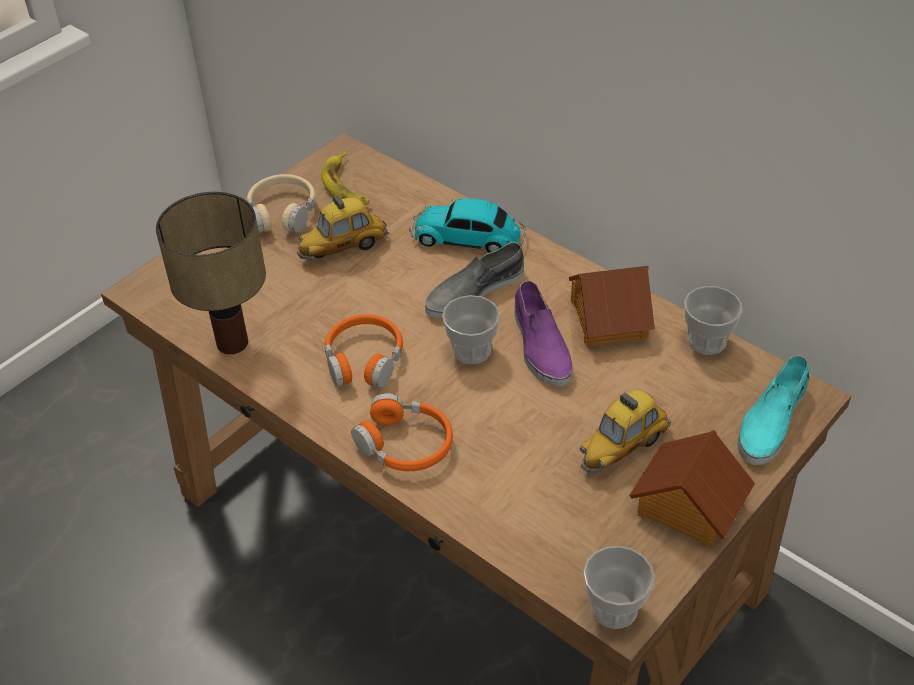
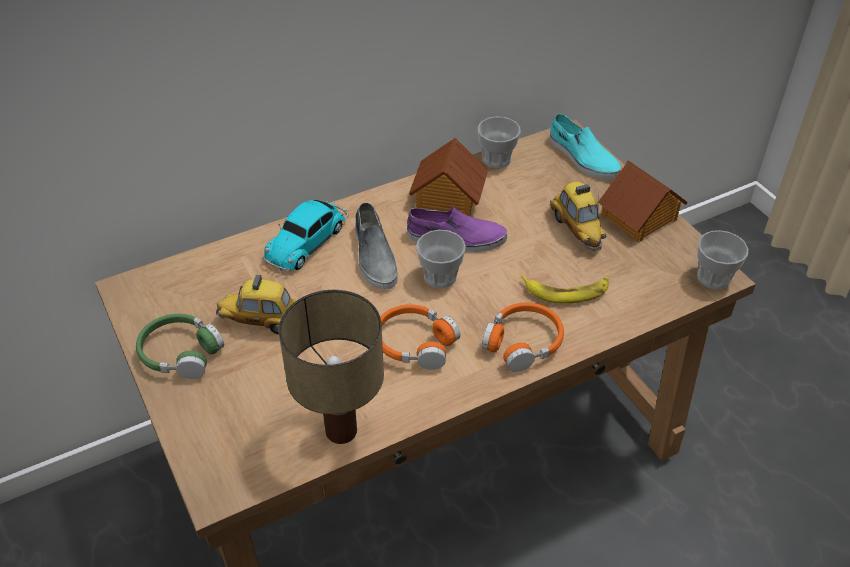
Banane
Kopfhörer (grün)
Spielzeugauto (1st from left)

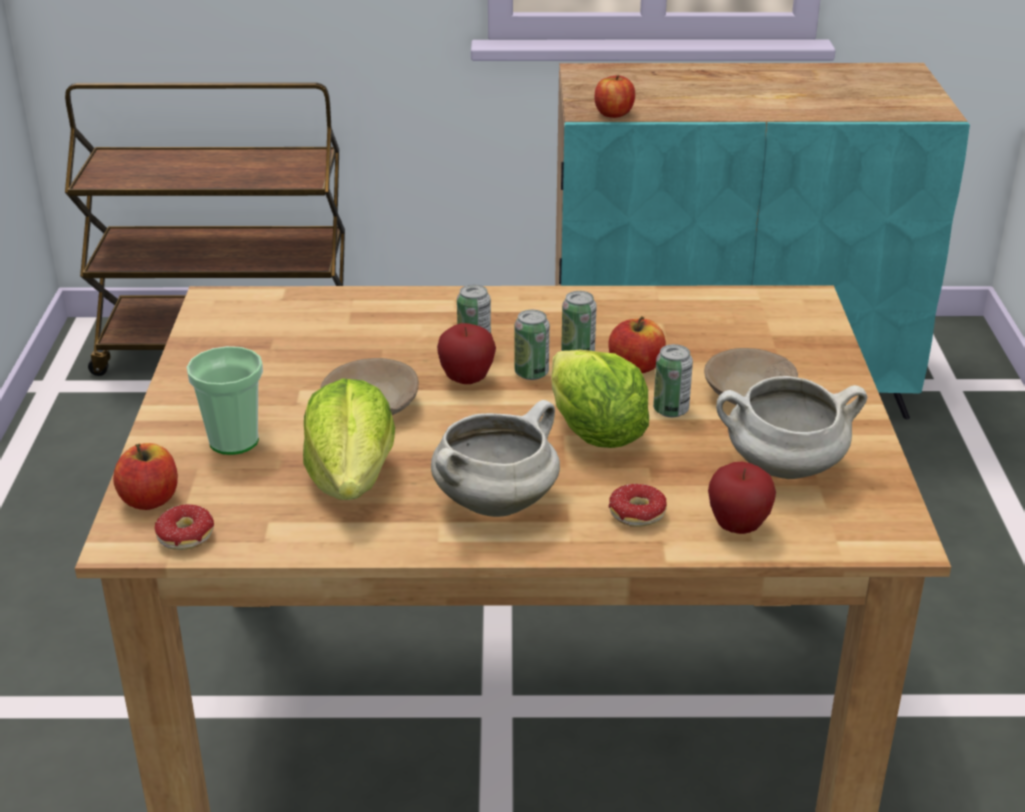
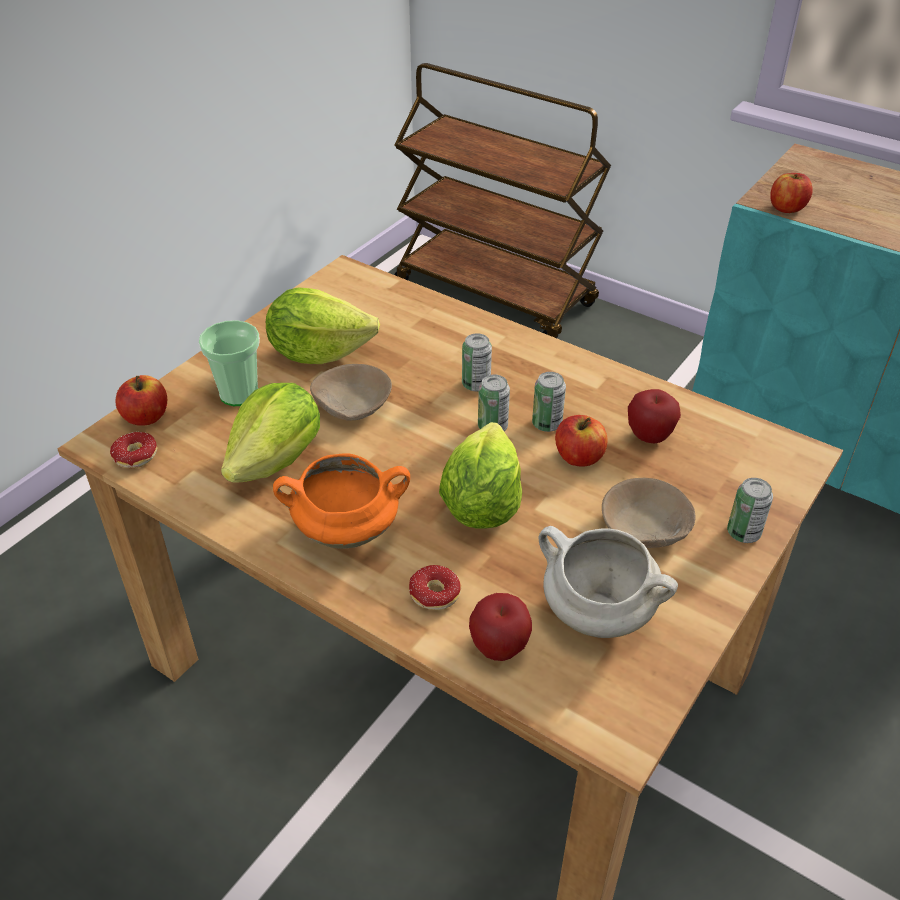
Salatkopf (2nd from left)
Apfel (4th from left)
Dose (4th from left)
Kochtopf (orange)

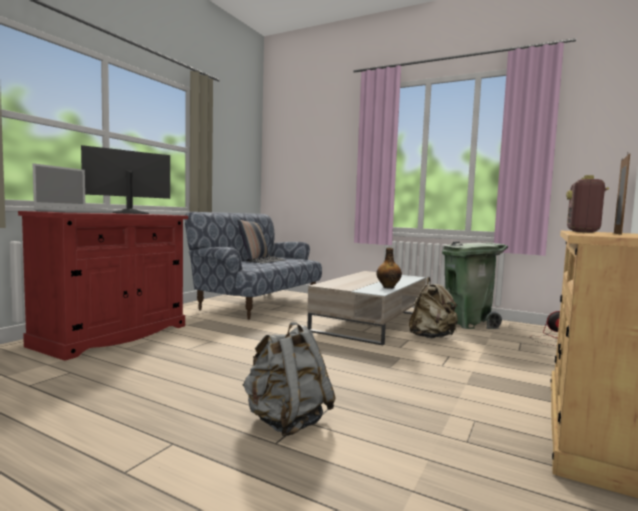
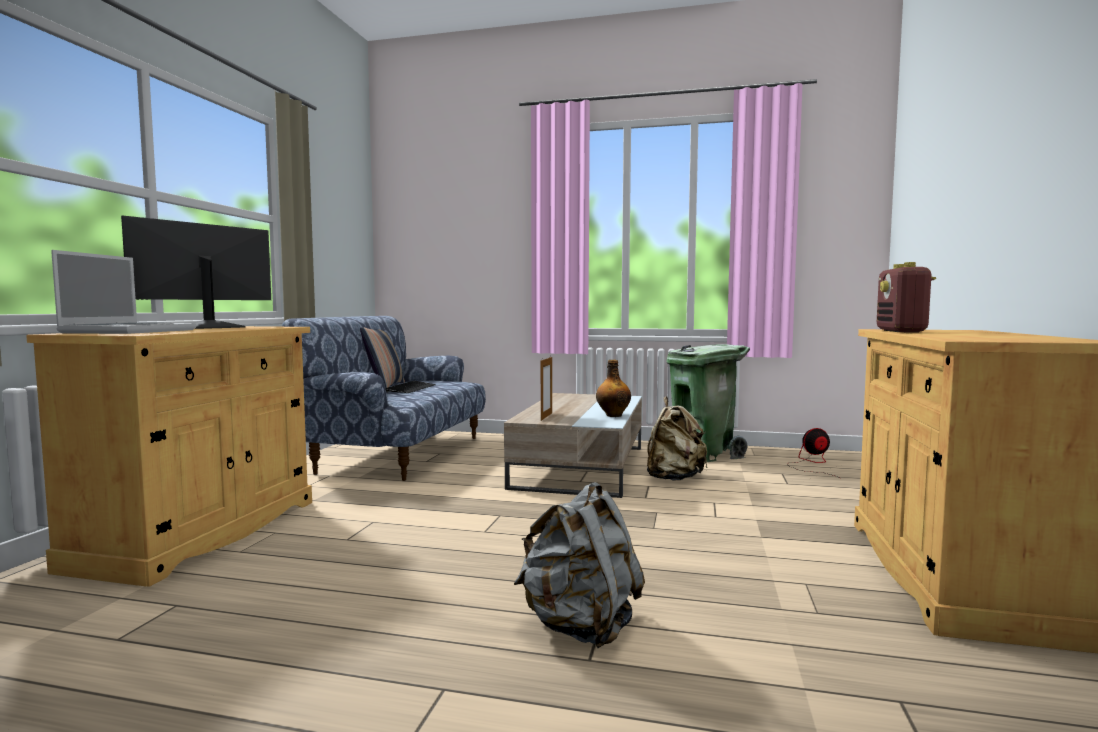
Bilderrahmen
Schrank (beige) (1st from left)

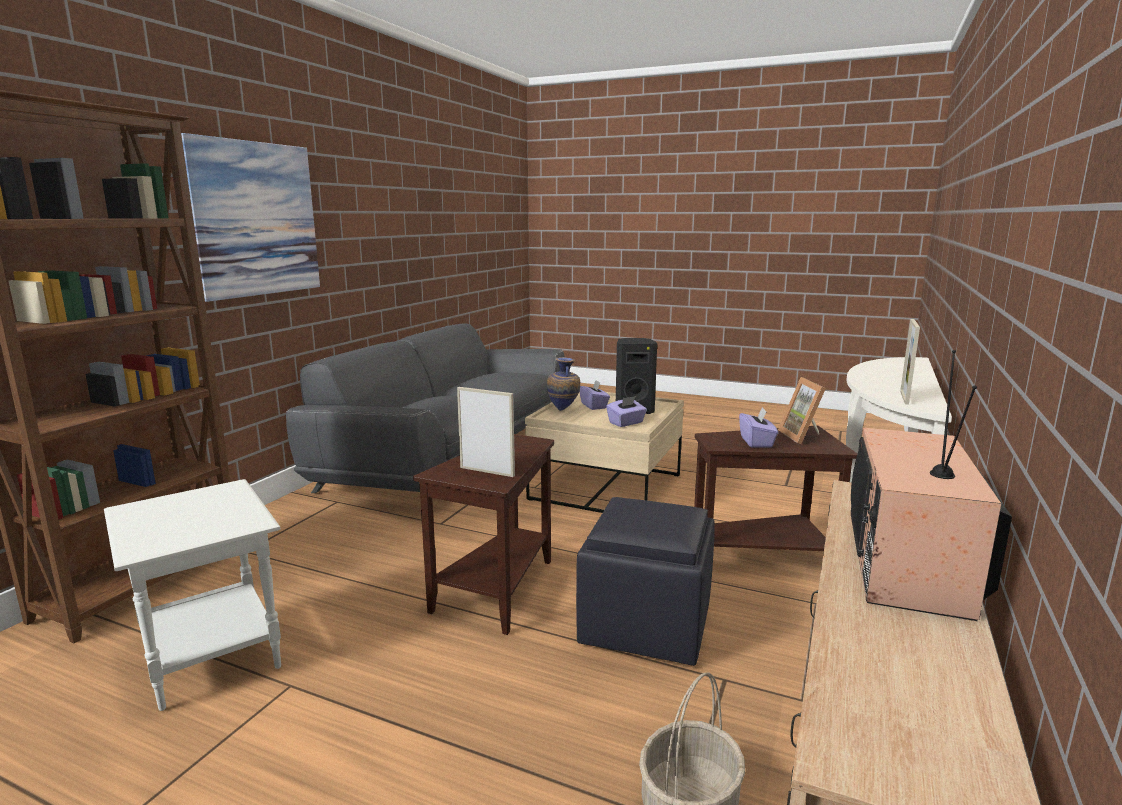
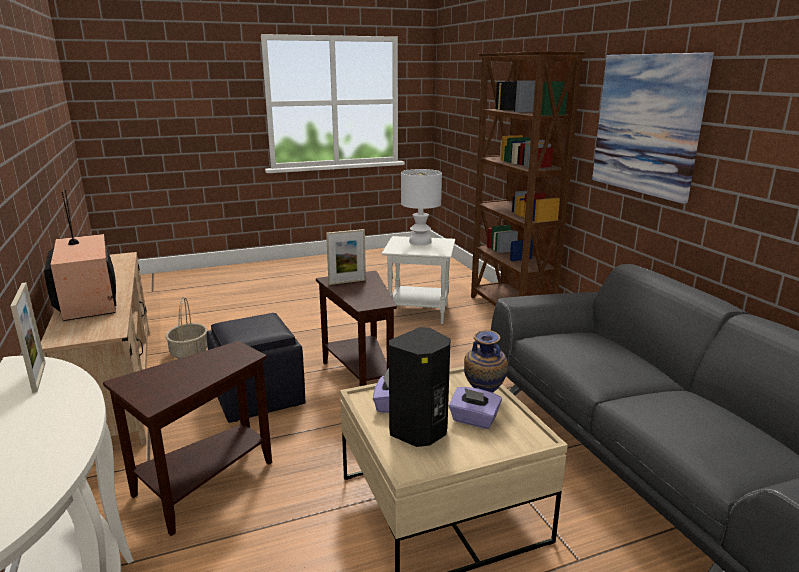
Taschentuchbox (lila) (3rd from left in the first image)
Bilderrahmen (2nd from left in the first image)
Tischlampe (weiß)

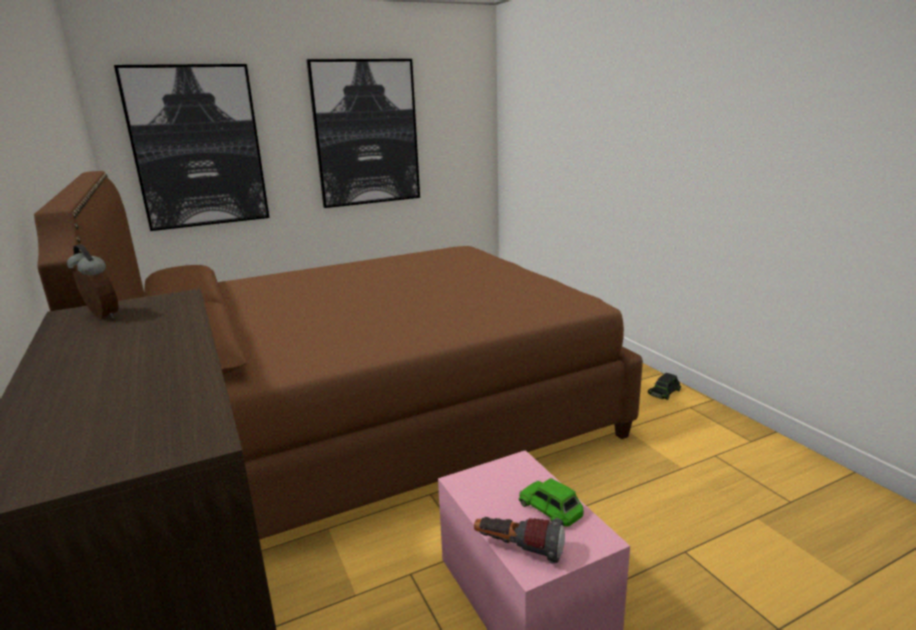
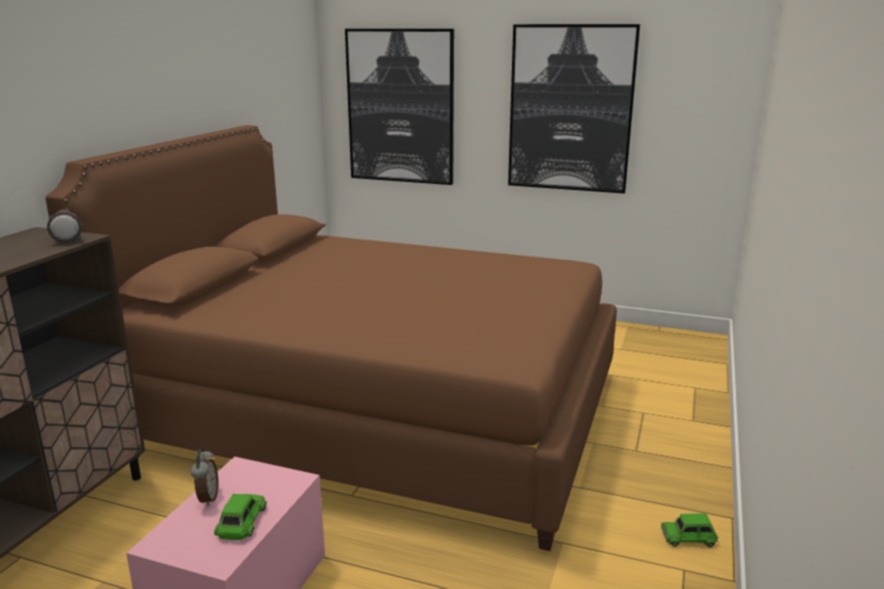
Wecker
Taschenlampe
Spielzeugauto (grün) (2nd from left)

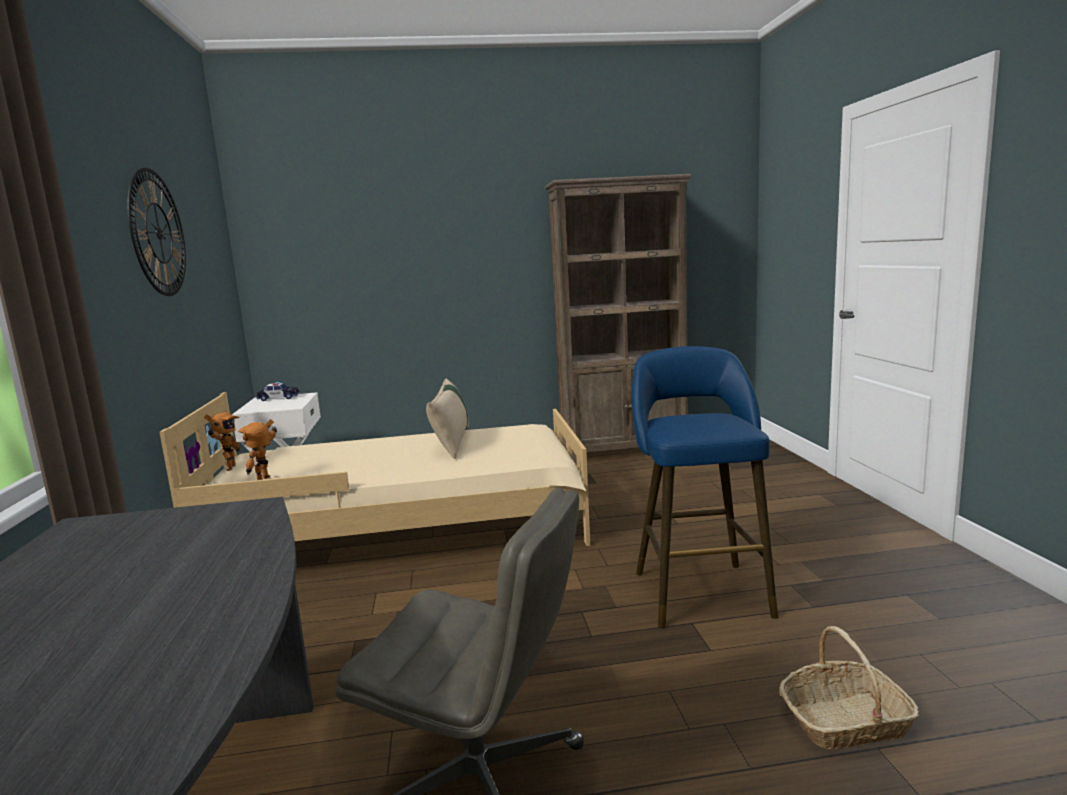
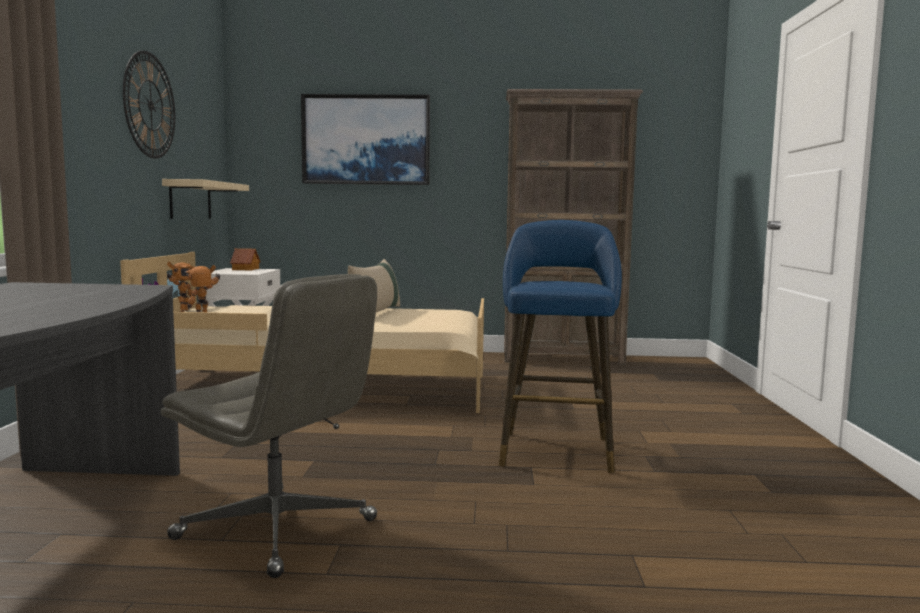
Korb
Wandregal (beige)
Bild
Spielzeughaus

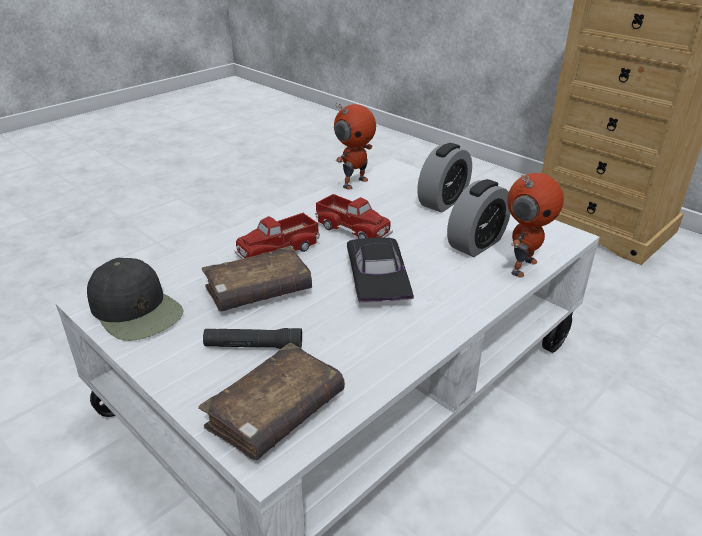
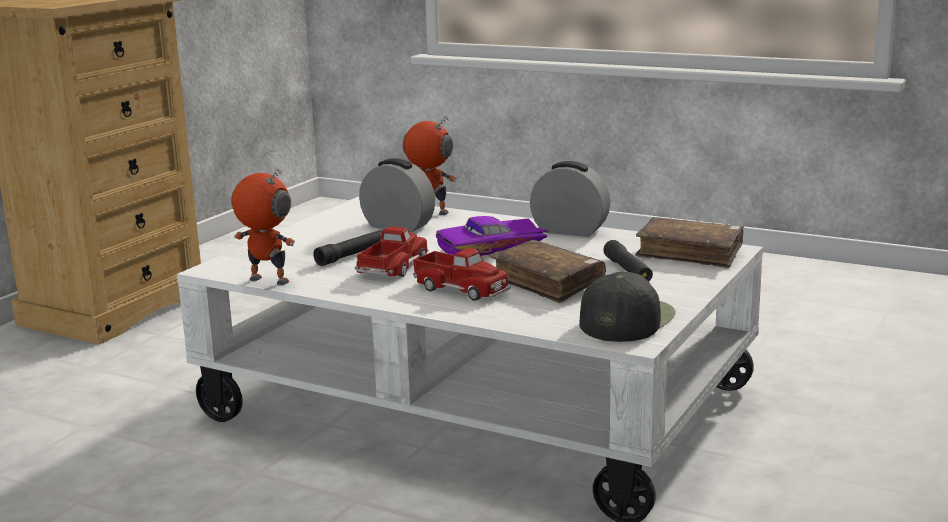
Taschenlampe (schwarz) (1st from left)
Wecker (2nd from left)
Spielzeugauto (lila)

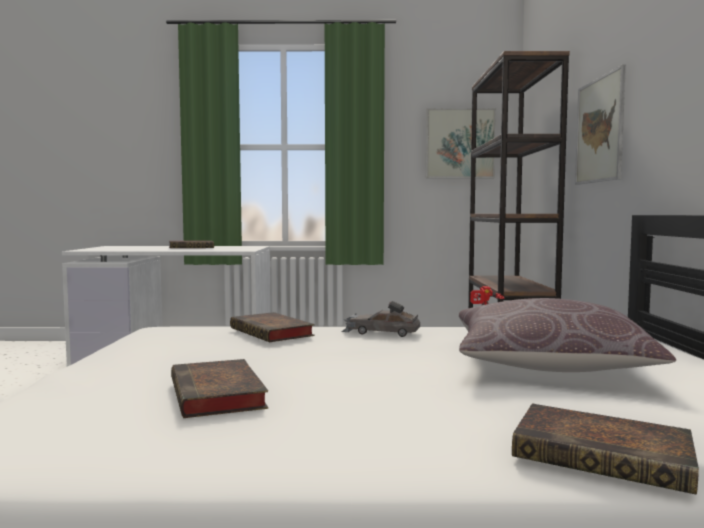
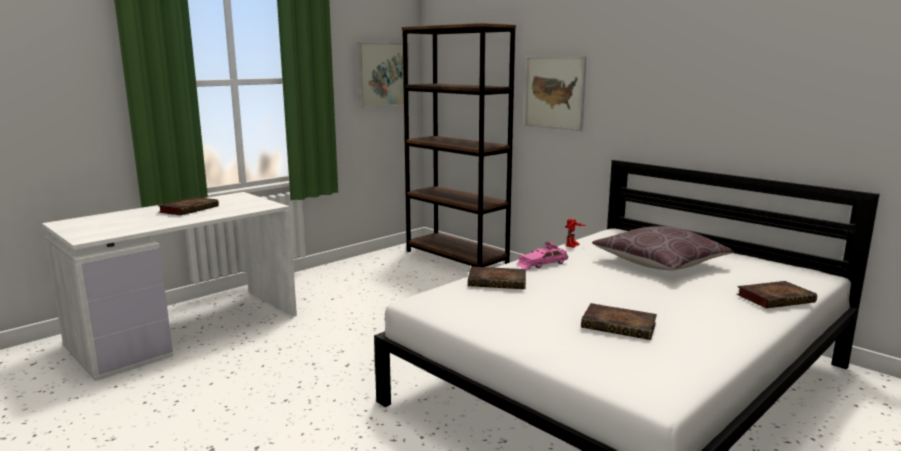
Spielzeugauto (rosa)

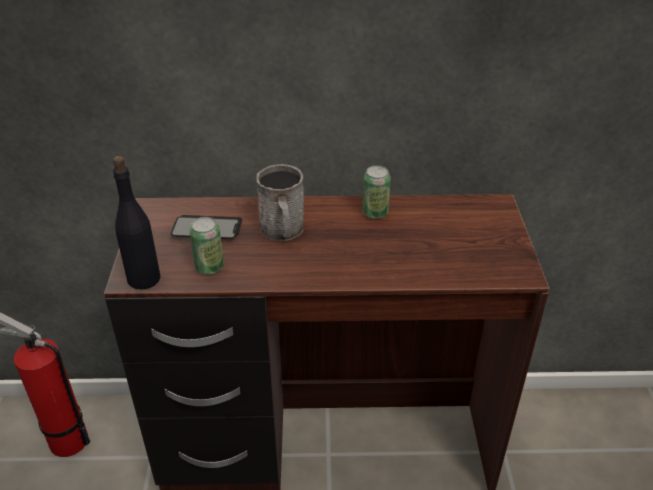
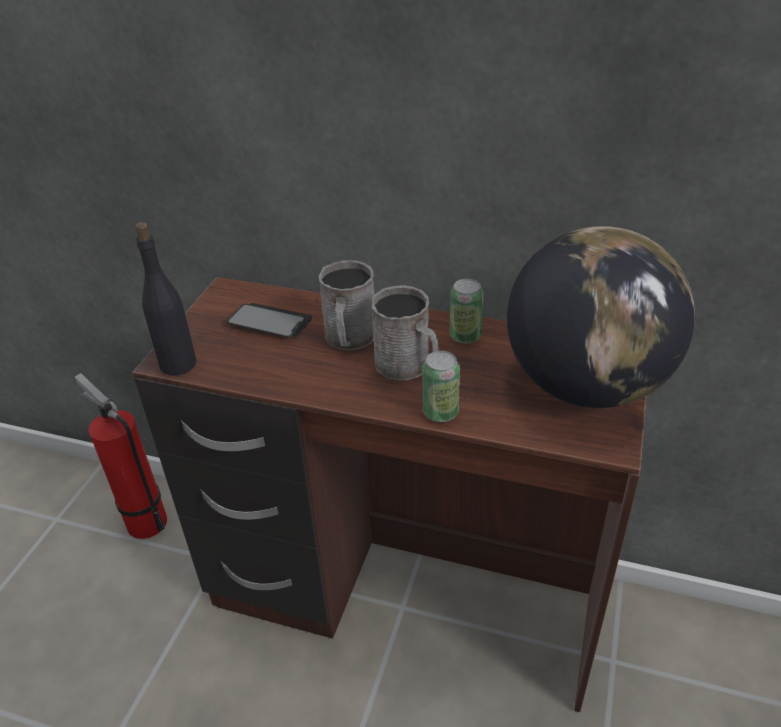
Henkelbecher (grau) (2nd from left)
Globus
Dose (1st from left)

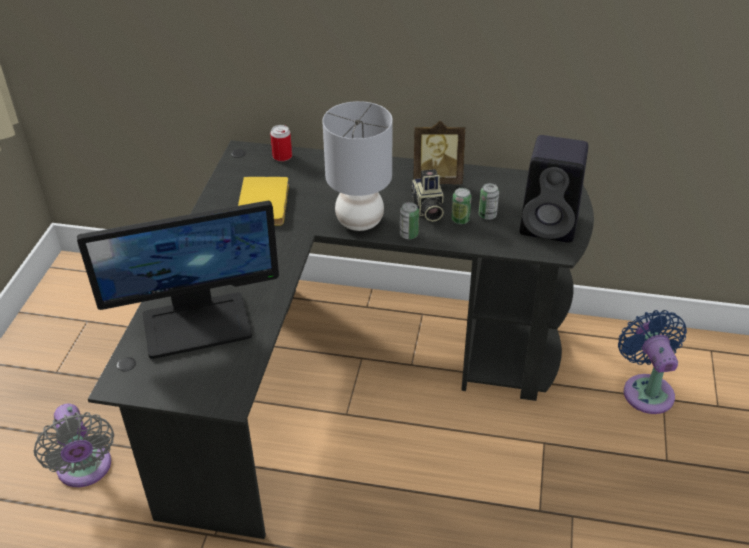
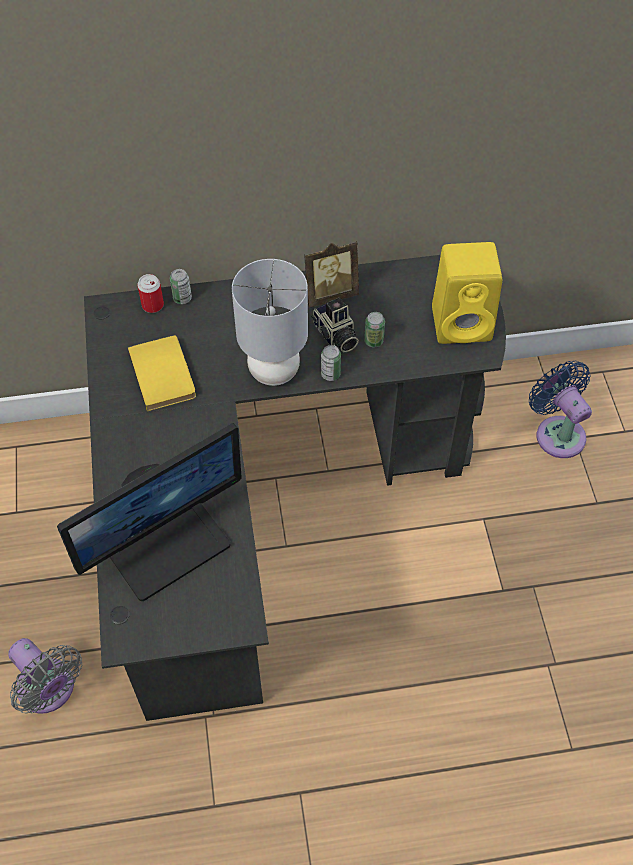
Dose (2nd from left)
Lautsprecher (gelb)

